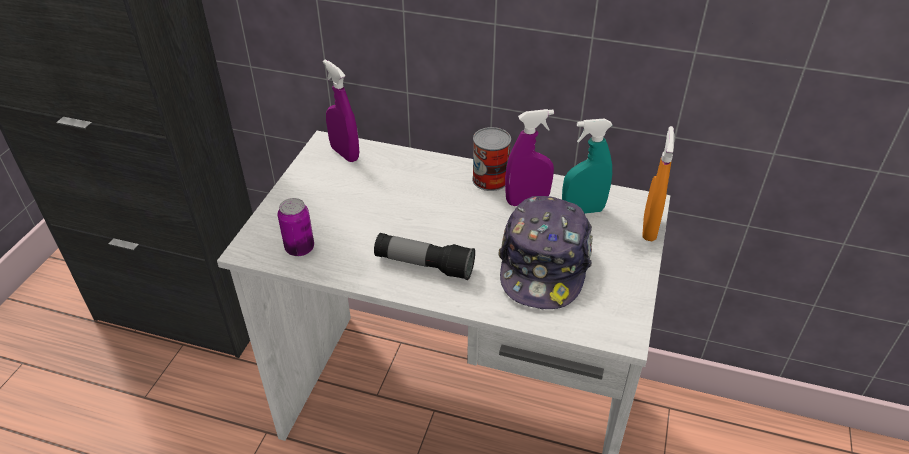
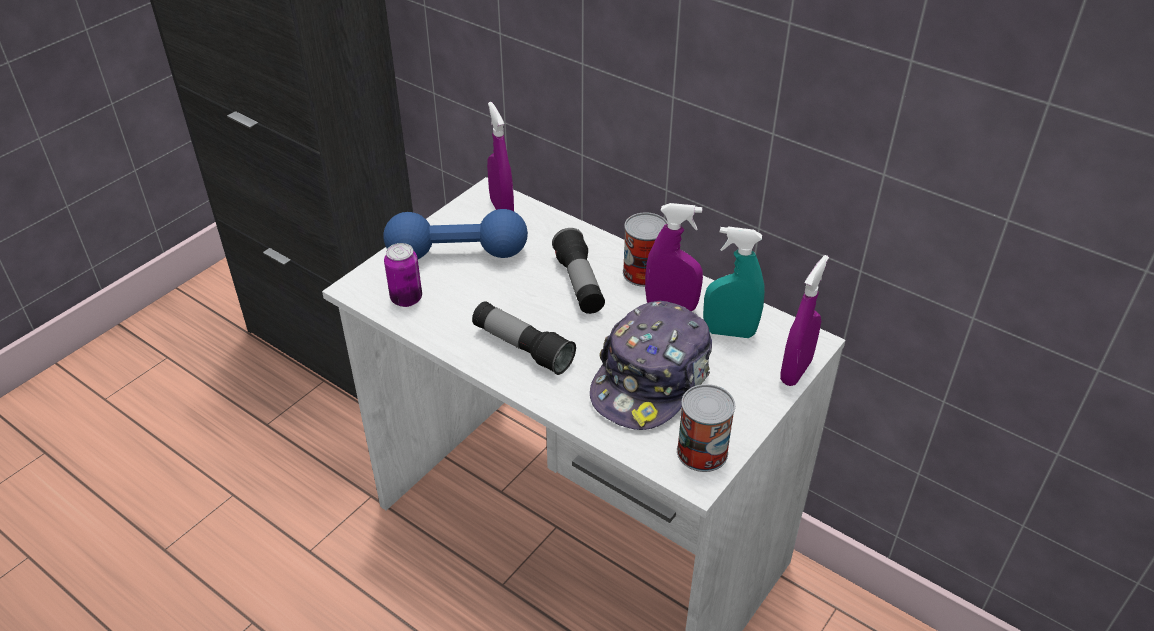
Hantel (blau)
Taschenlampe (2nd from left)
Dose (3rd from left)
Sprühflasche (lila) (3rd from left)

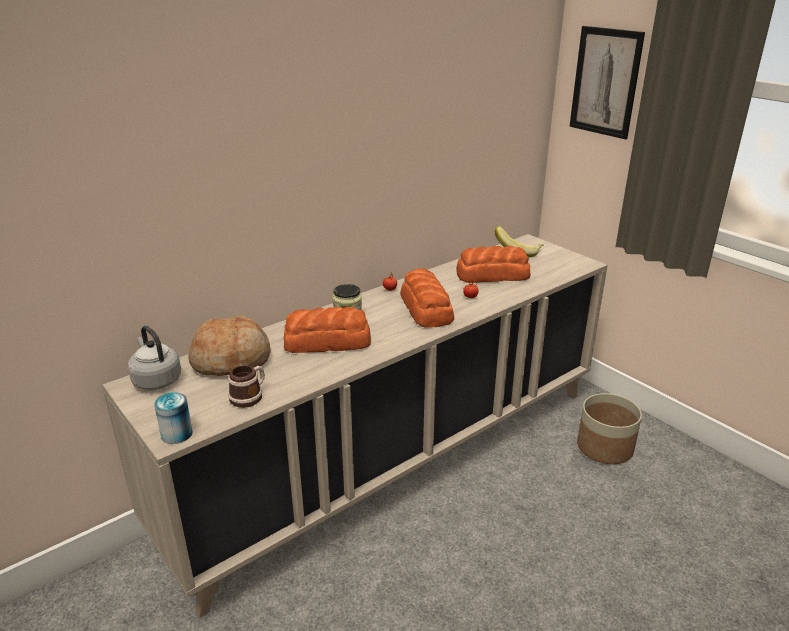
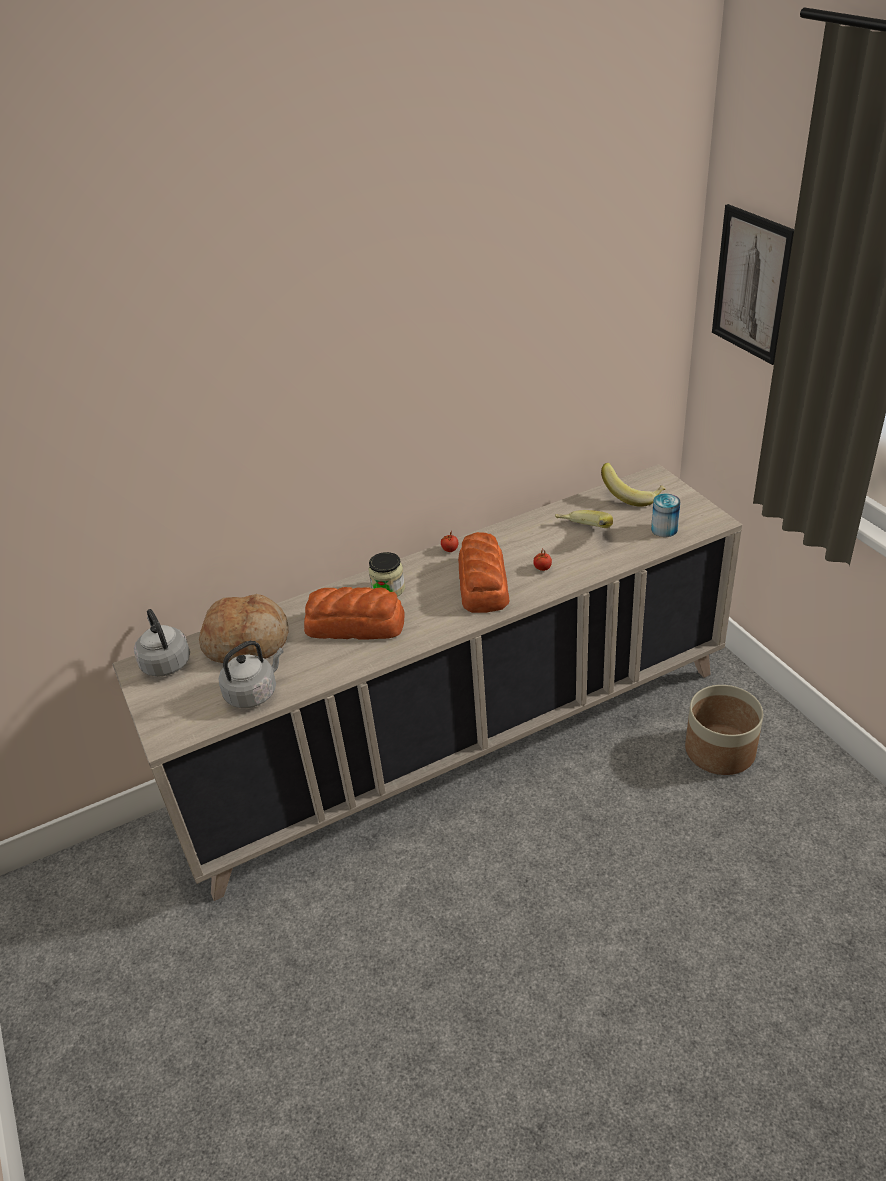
Dose
Wasserkessel (grau) (2nd from left)
Banane (1st from left)

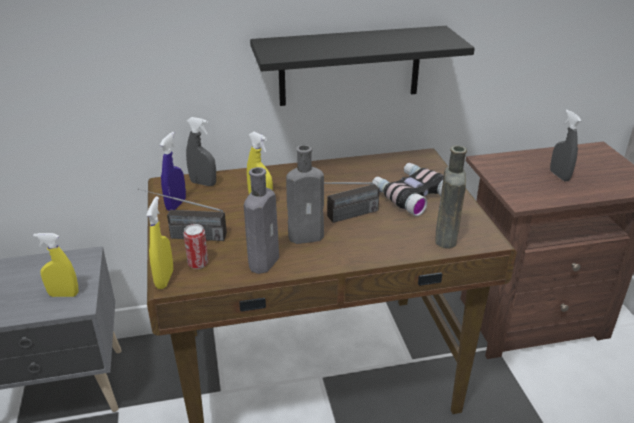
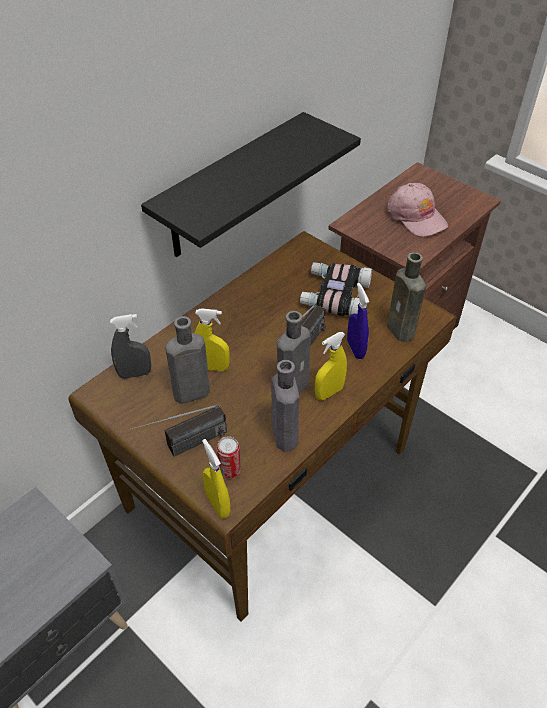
Flasche (grau) (1st from left)
Sprühflasche (gelb) (3rd from left)
Sprühflasche (blau)
Kappe (rosa)

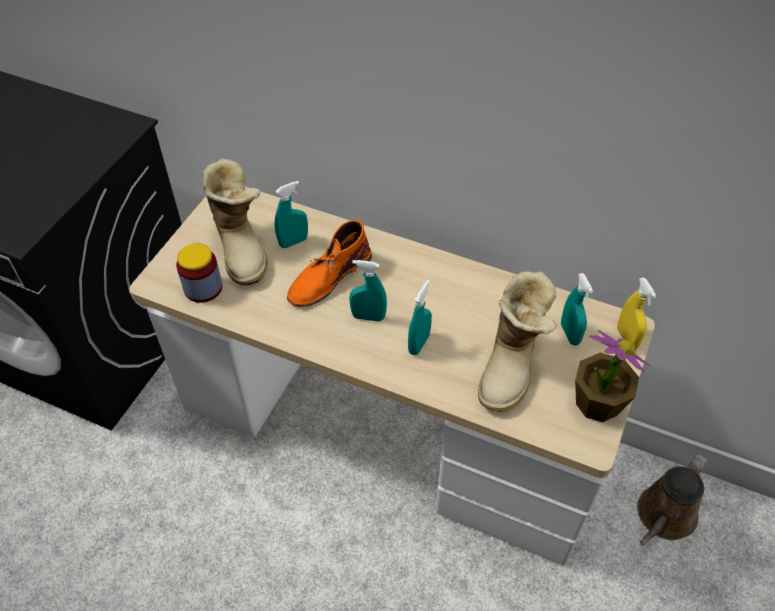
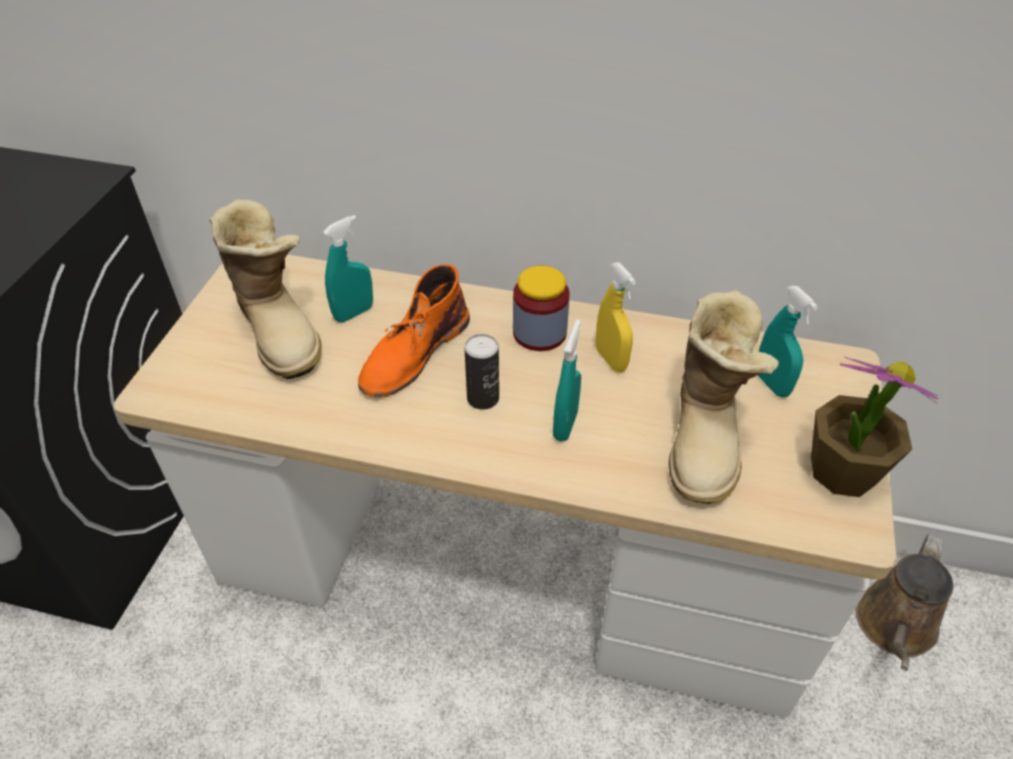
Vorratsglas
Sprühflasche (gelb)
Dose

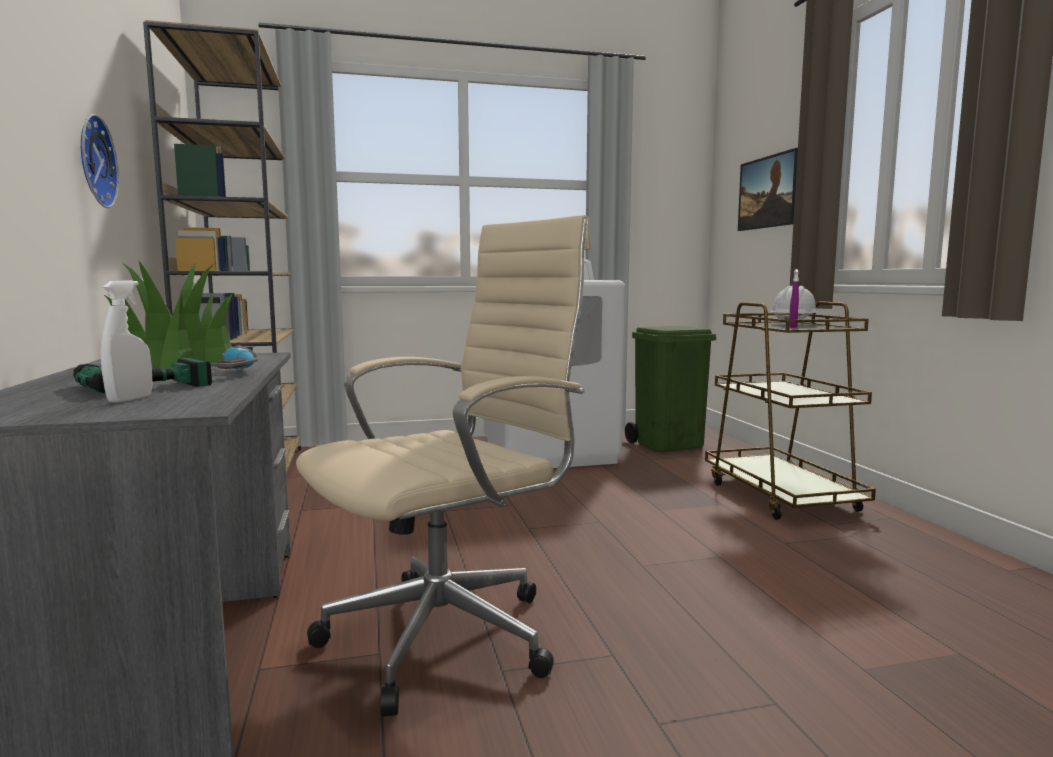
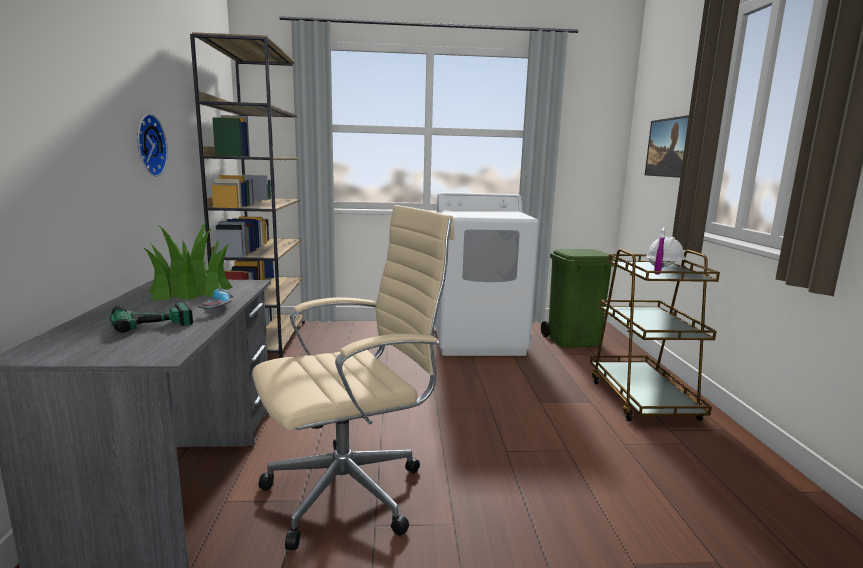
Sprühflasche (weiß)

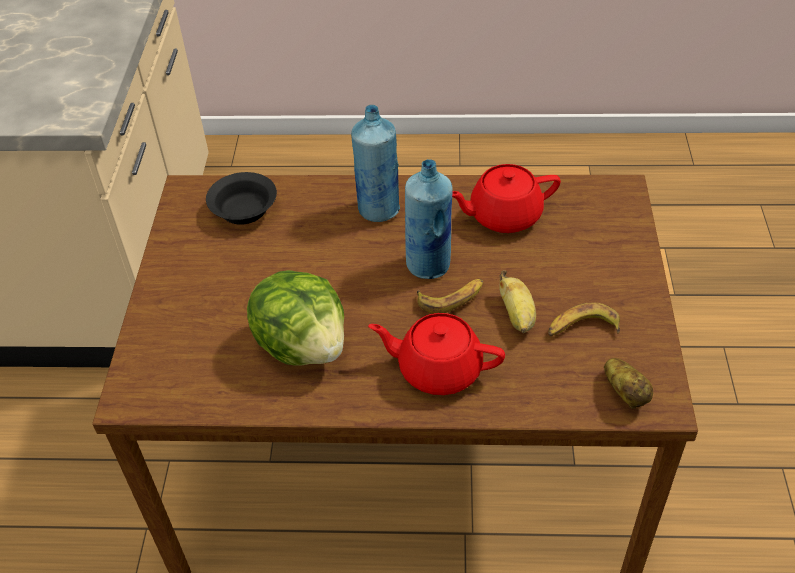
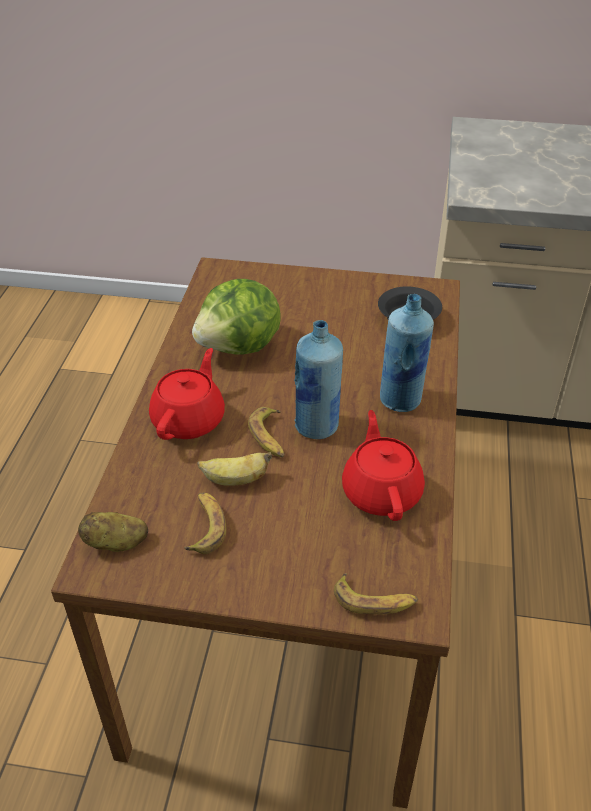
Banane (4th from left)

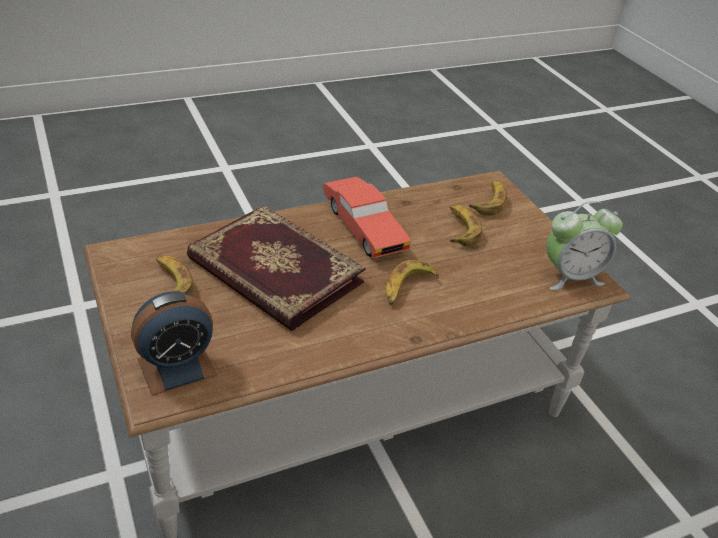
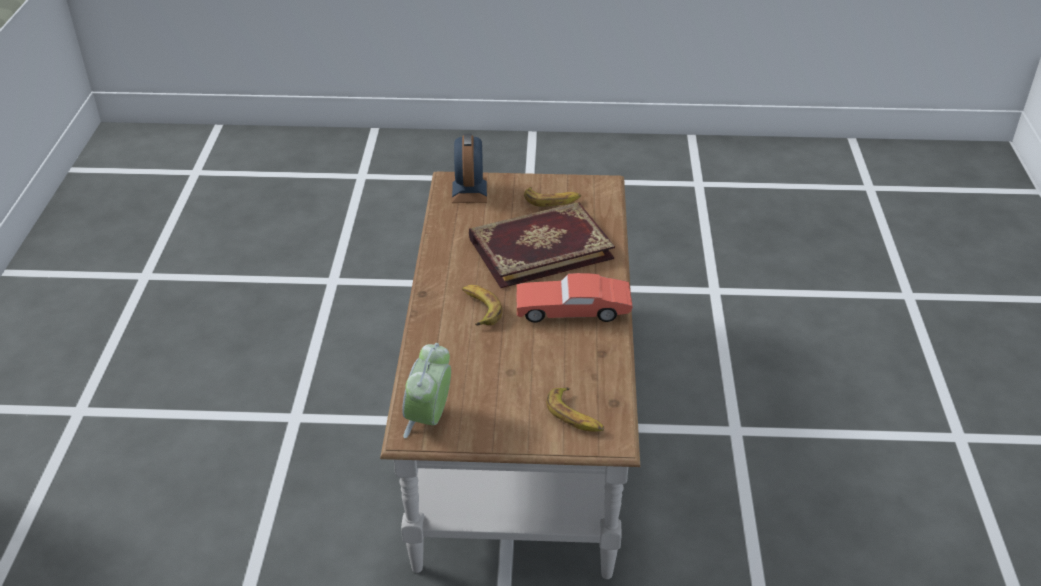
Banane (3rd from left in the first image)

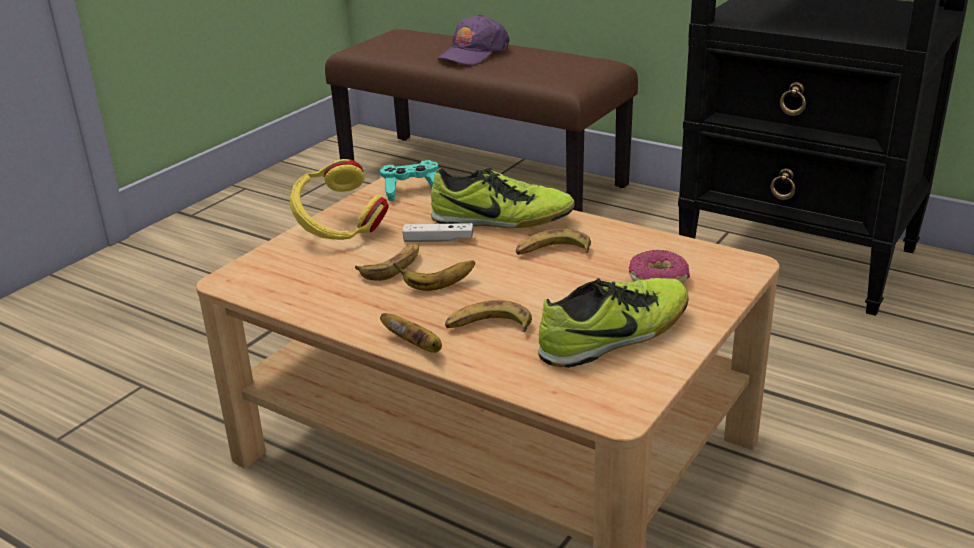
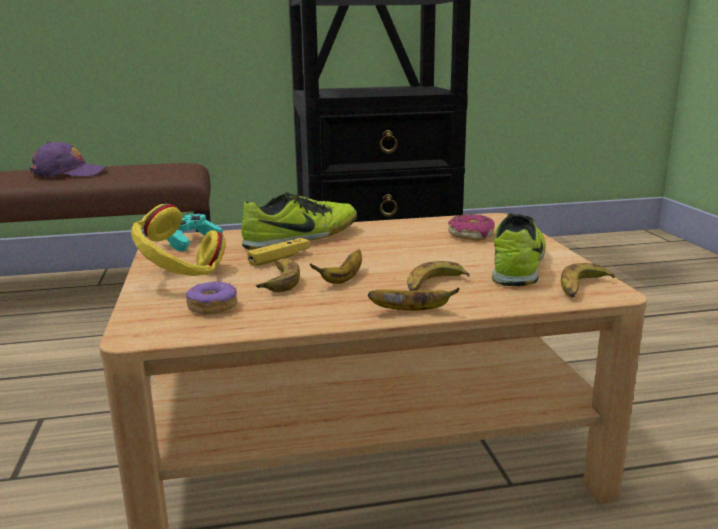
Donut (1st from left)
Banane (5th from left)
Gamepad (gelb)
Kappe (lila)

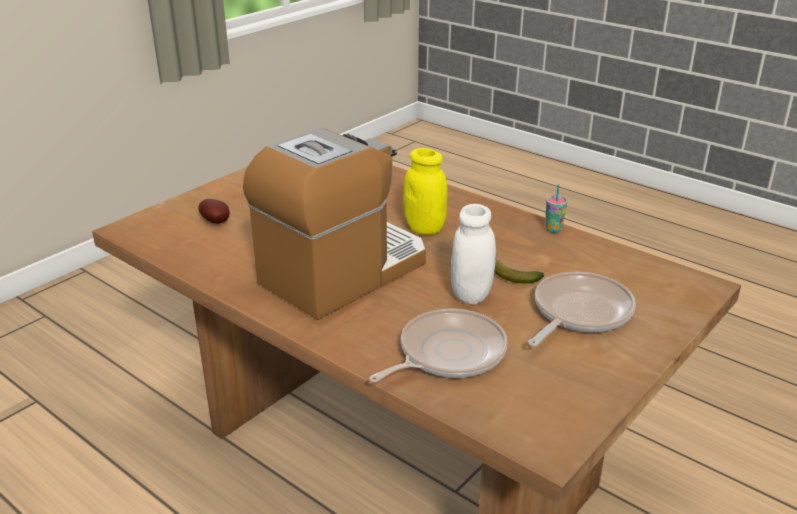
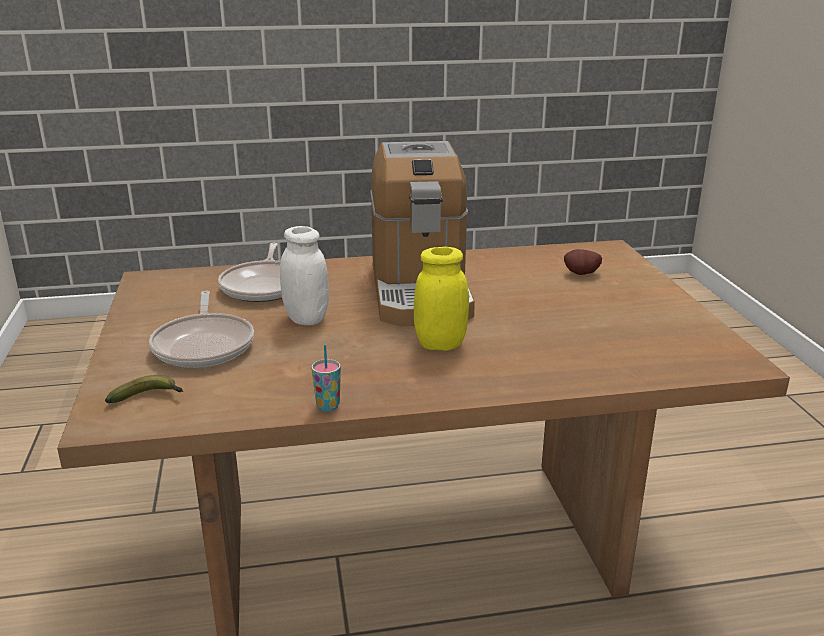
Banane

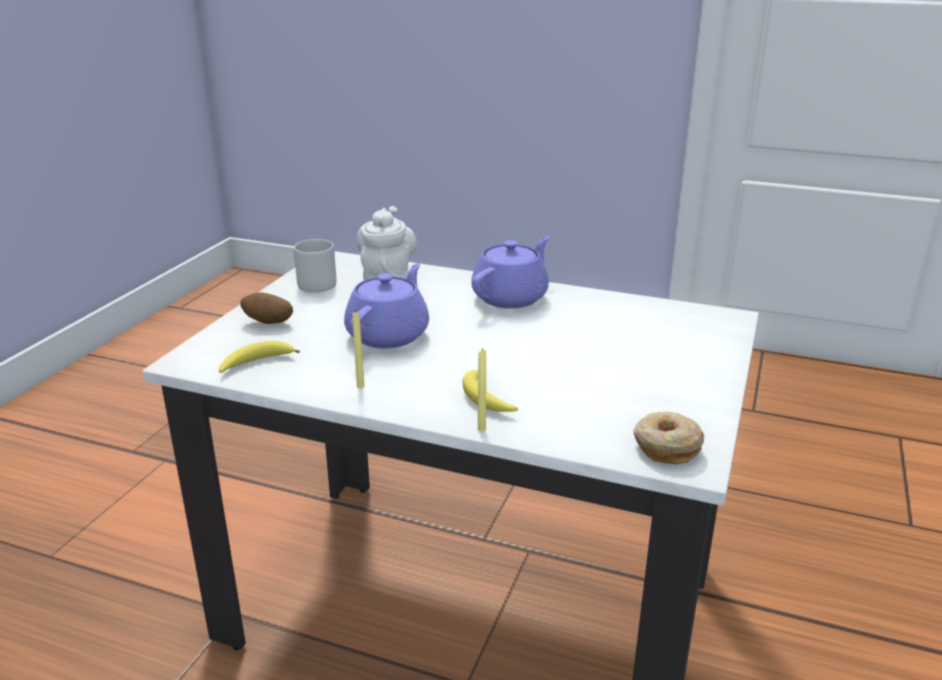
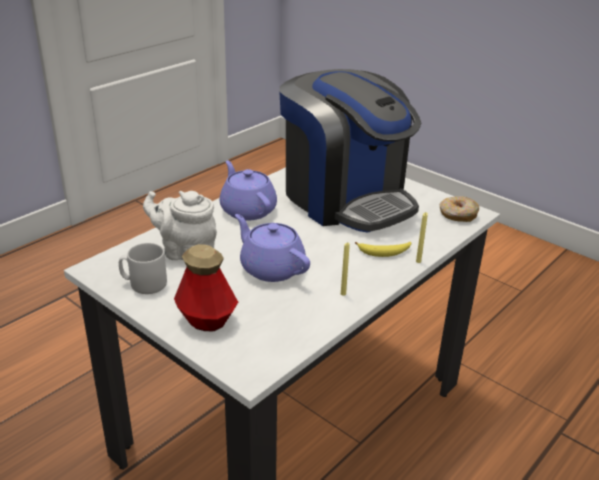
Banane (1st from left in the first image)
Kaffeemaschine
Flasche

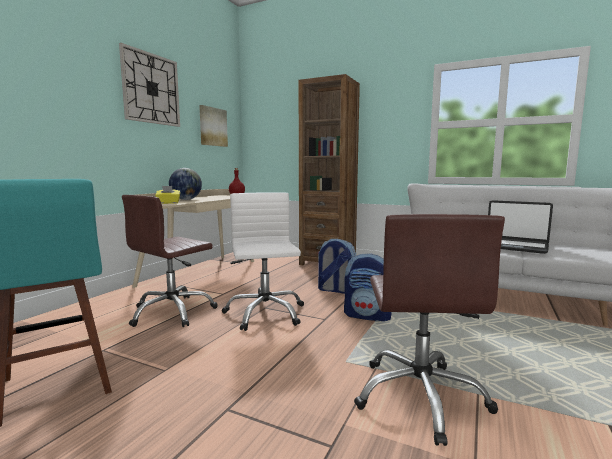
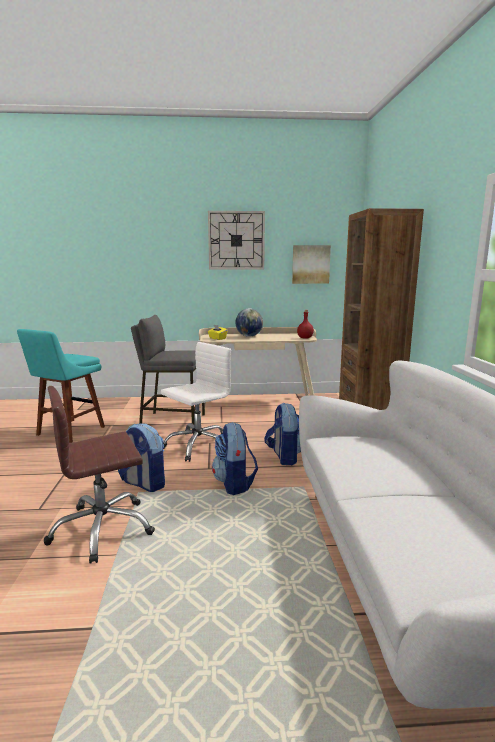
Laptop
Rucksack (1st from left)
Hocker (grau)

